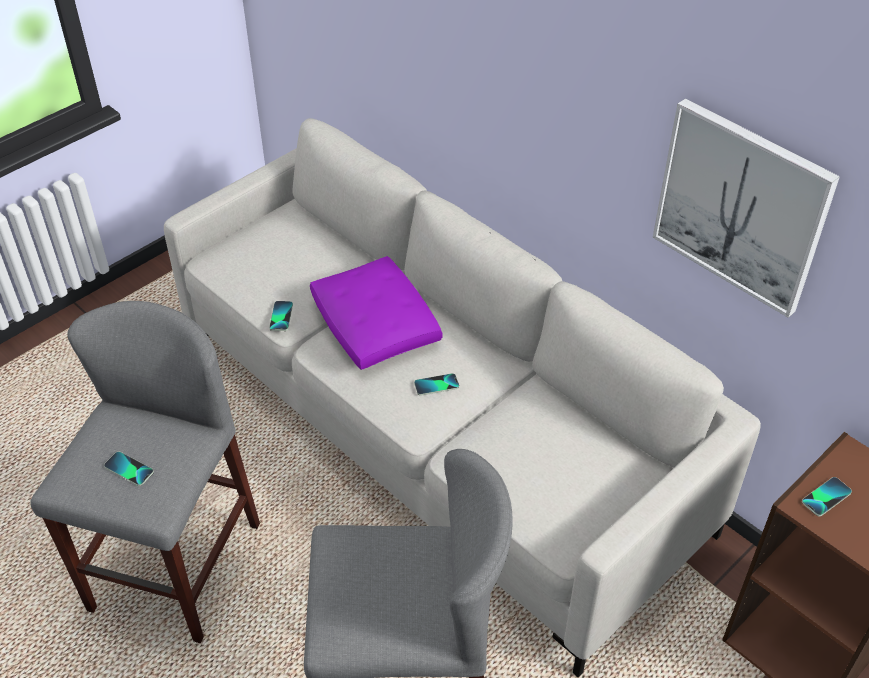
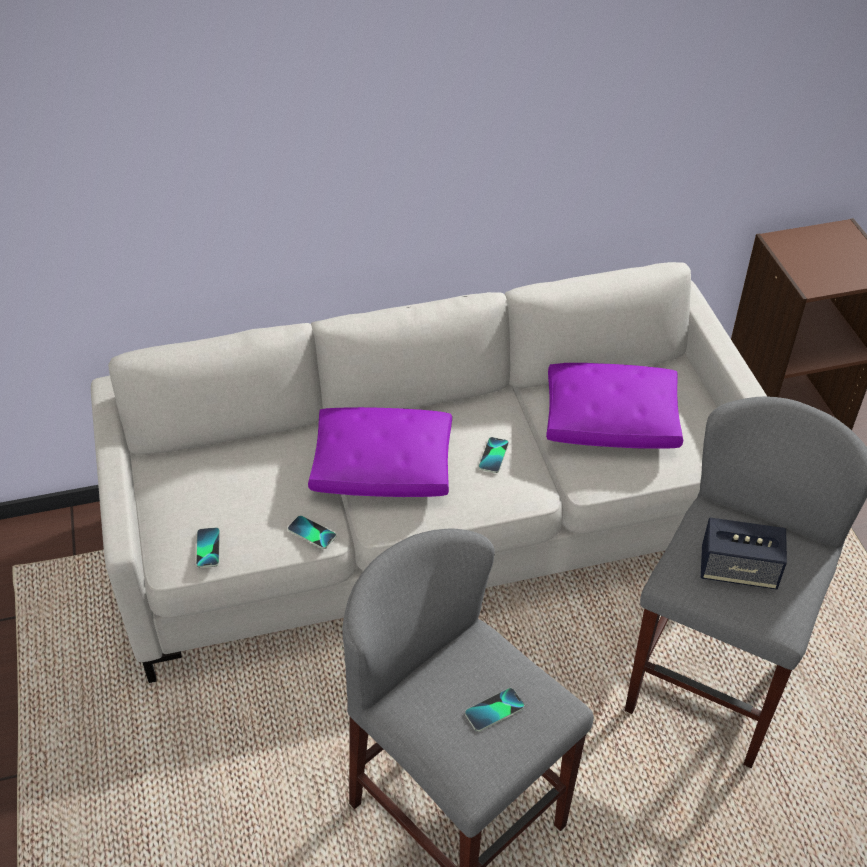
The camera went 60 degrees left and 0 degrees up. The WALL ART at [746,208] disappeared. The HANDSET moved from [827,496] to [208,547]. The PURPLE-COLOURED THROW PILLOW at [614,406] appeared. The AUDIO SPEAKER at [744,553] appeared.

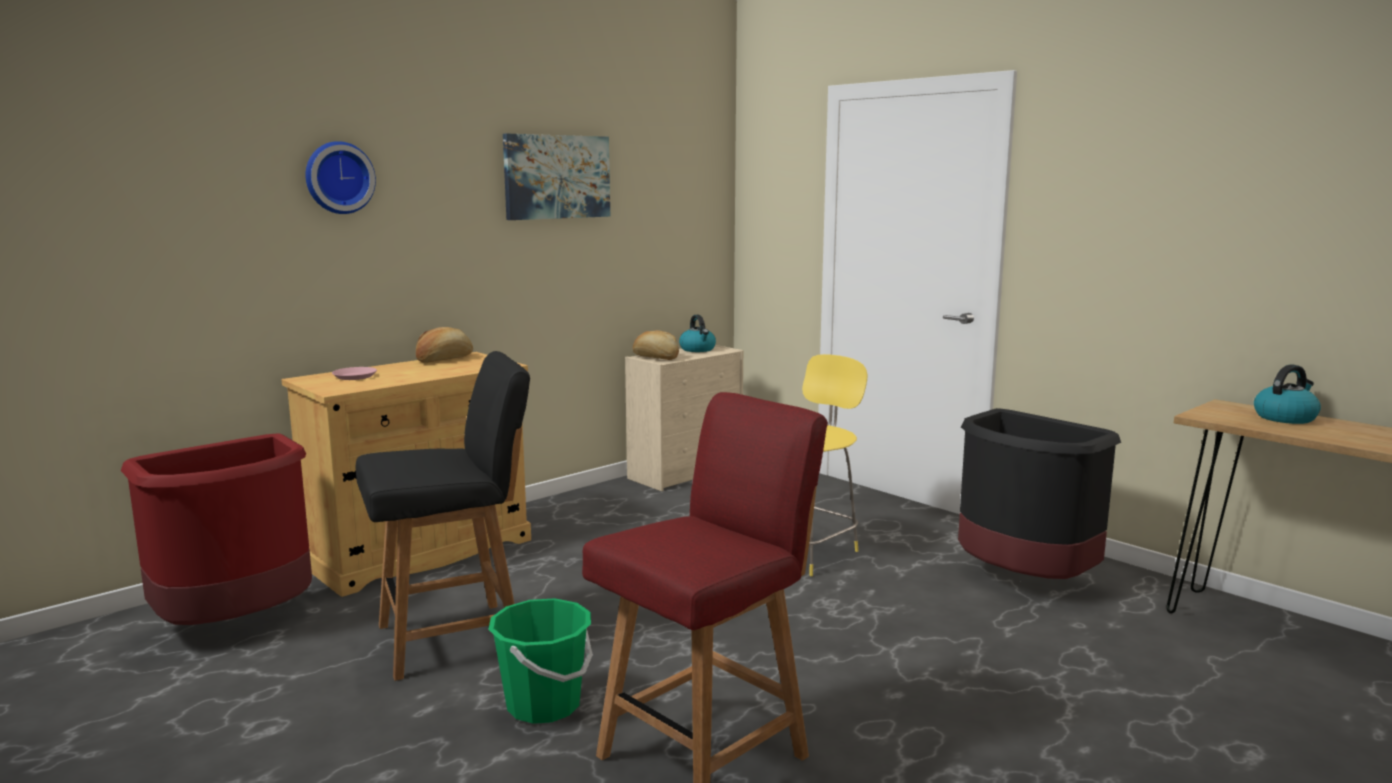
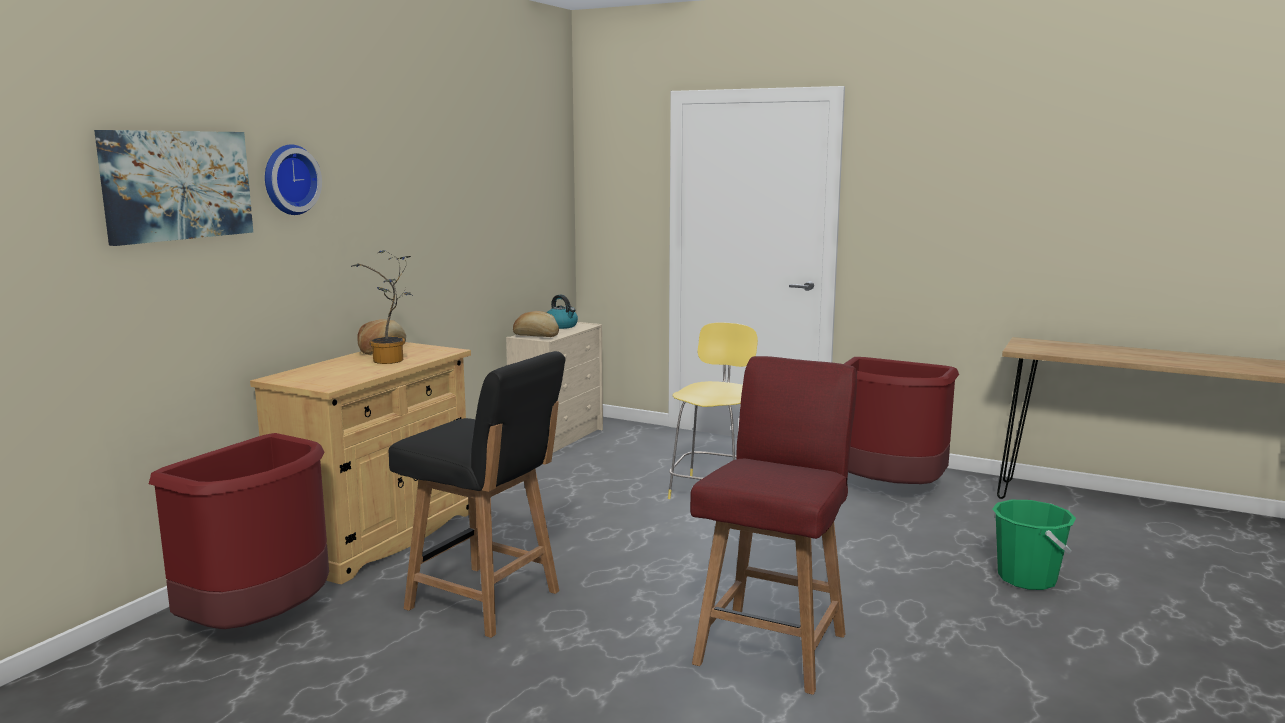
The camera went 20 degrees left and 0 degrees up. The PINK PLATE at [354,373] disappeared. The BLACKISH CHAIR at [443,516] turned 75 degrees clockwise. The GREENISH PAIL moved from [540,661] to [1034,545]. The WALL ART moved from [556,177] to [173,188]. The BLACKISH RUBBISH BIN at [1039,493] became the REDDISH RUBBISH BIN at [901,420]. The WATER KETTLE at [1287,394] disappeared. The HOUSEPLANT at [381,307] appeared.

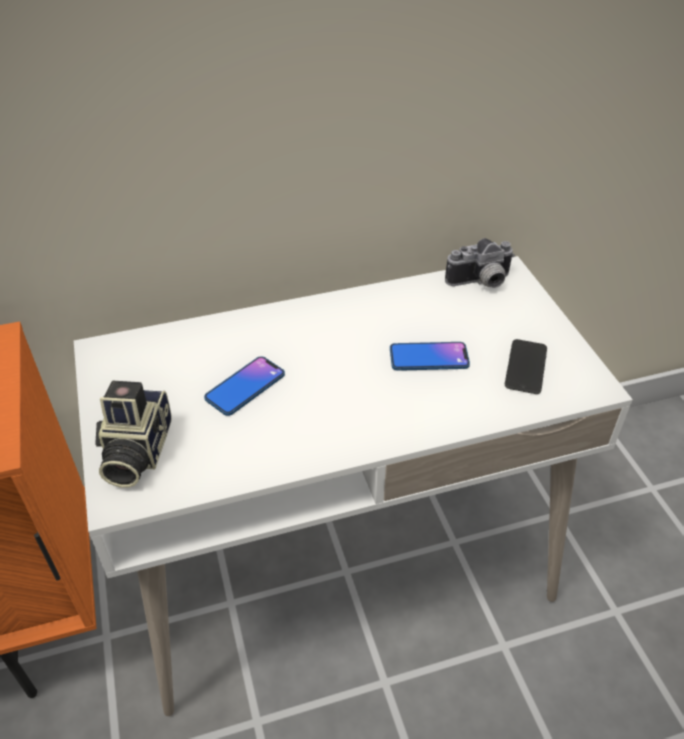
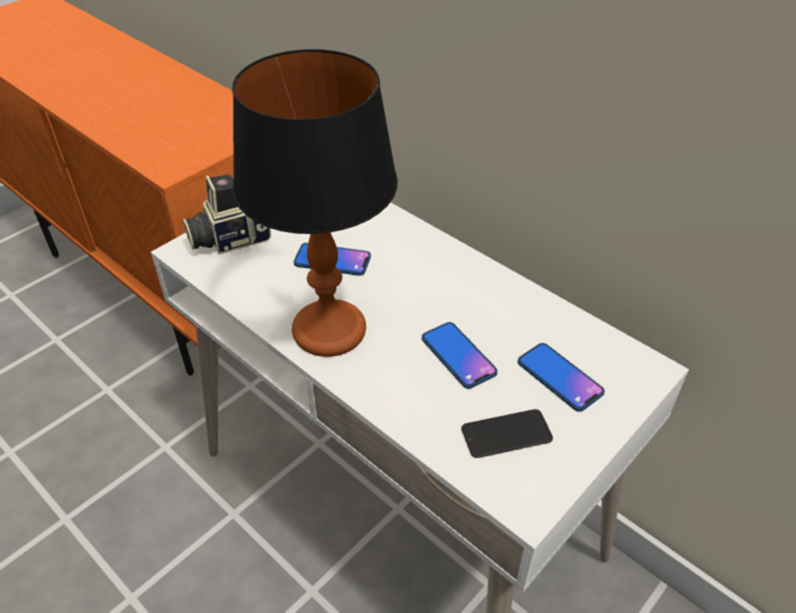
The camera went 60 degrees right and 0 degrees up. The PHOTO CAMERA at [480,263] disappeared. The TABLETOP LAMP at [315,203] appeared. The HANDSET at [561,377] appeared.

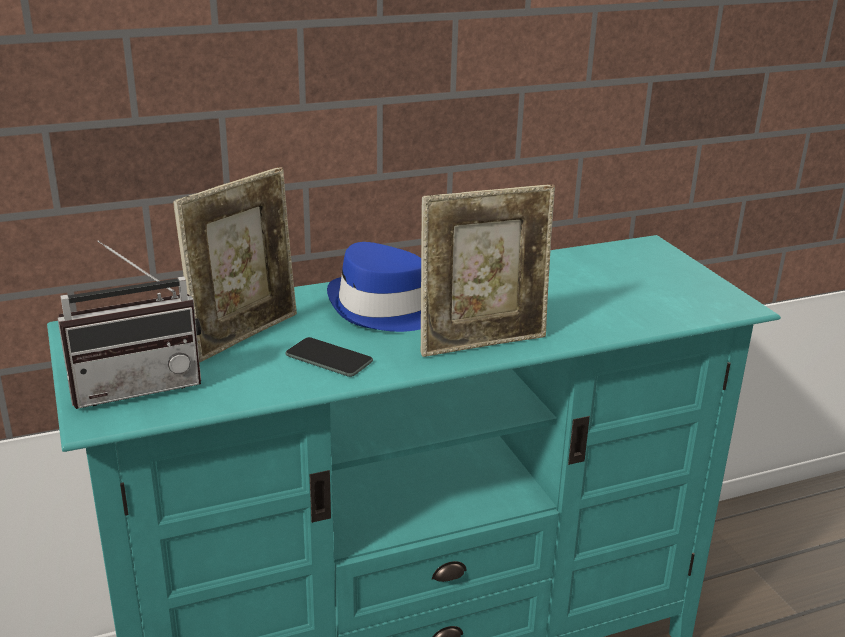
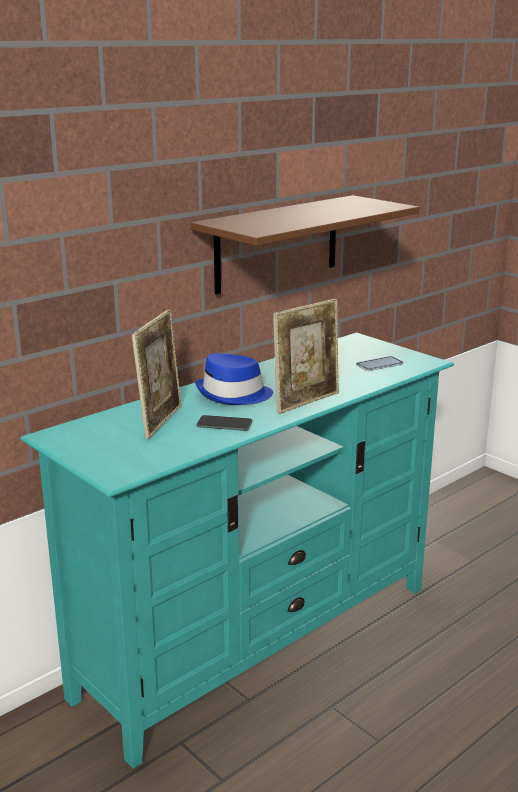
The camera went 20 degrees left and 5 degrees down. The RADIO at [129,324] disappeared. The BROWNISH WALL SHELF at [305,245] appeared. The HANDSET at [379,363] appeared.

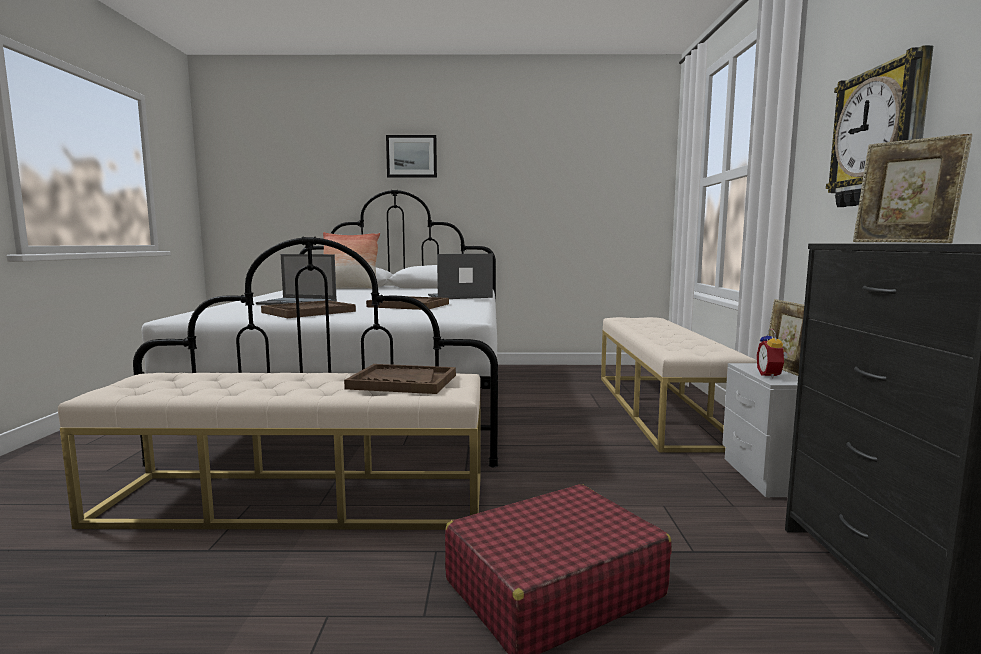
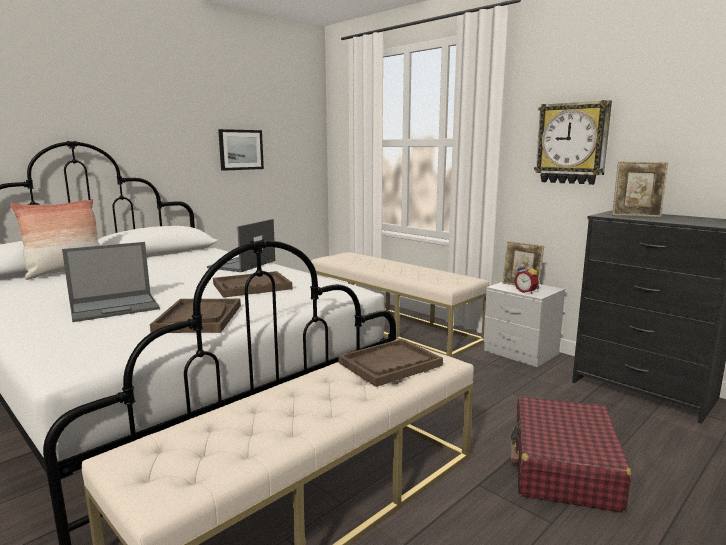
The camera went 45 degrees left and 5 degrees up. The WALL ART moved from [411,156] to [241,150].

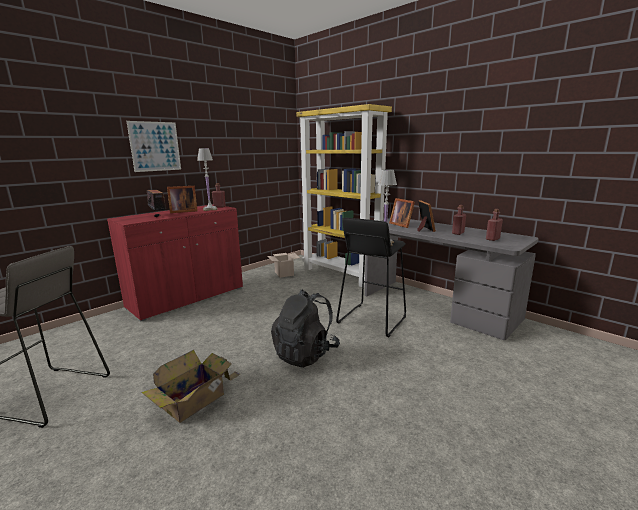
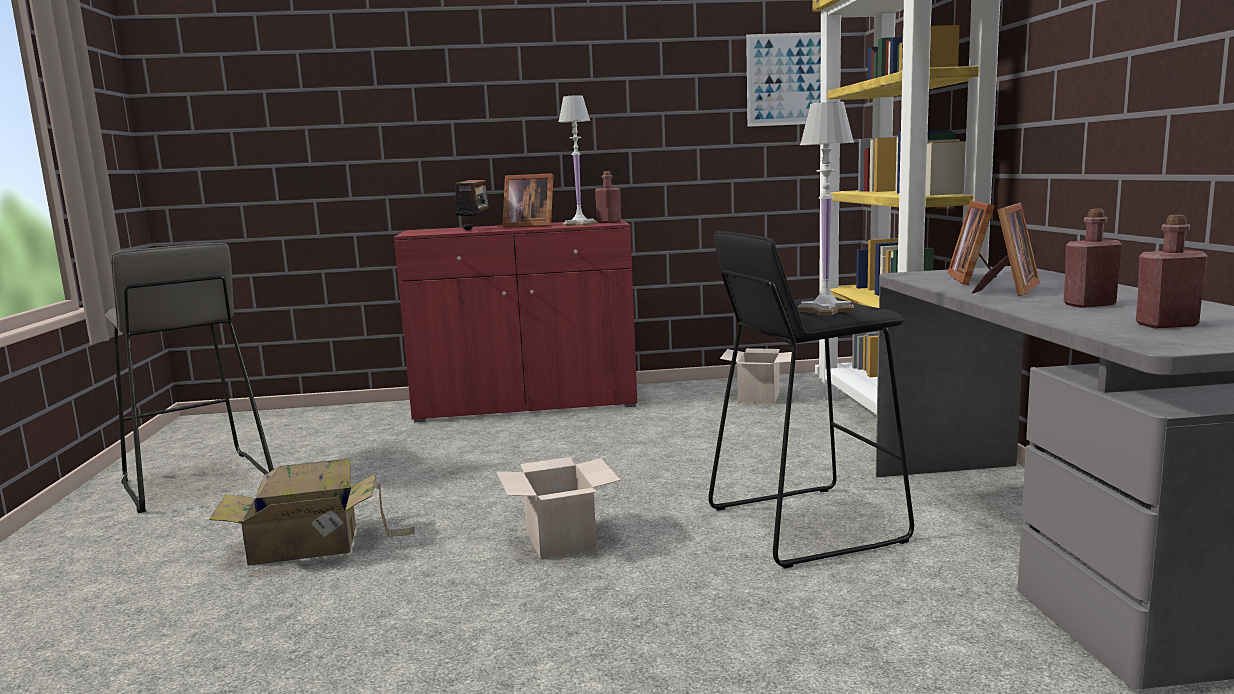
The camera went 40 degrees right and 5 degrees down. The WALL ART moved from [153,146] to [783,79]. The BLACKISH RUCKSACK at [305,328] was replaced by the CARDBOARD BOX at [558,508].

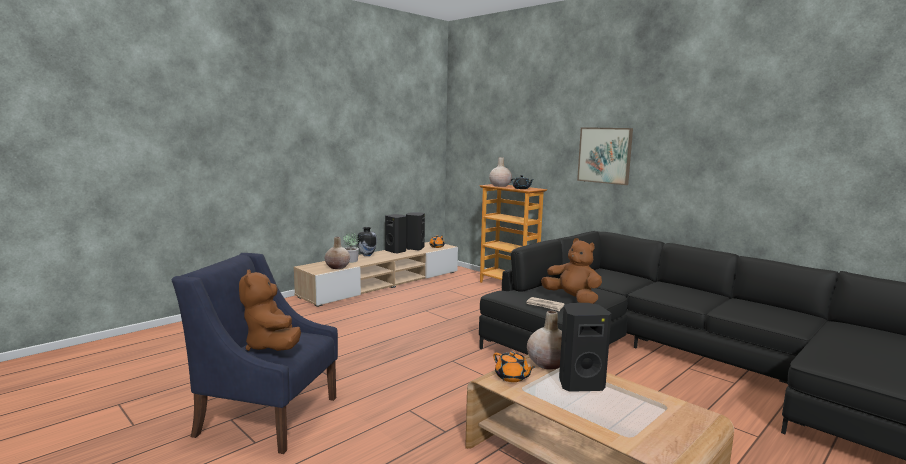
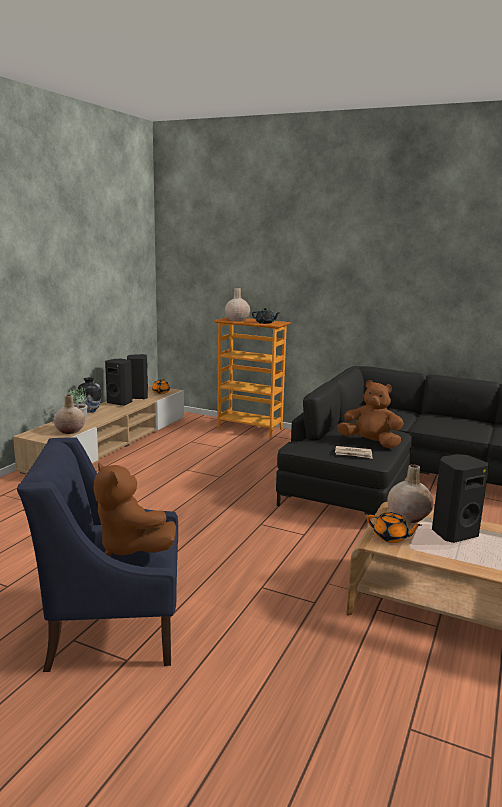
The camera went 20 degrees left and 5 degrees up. The WALL ART at [605,156] disappeared.

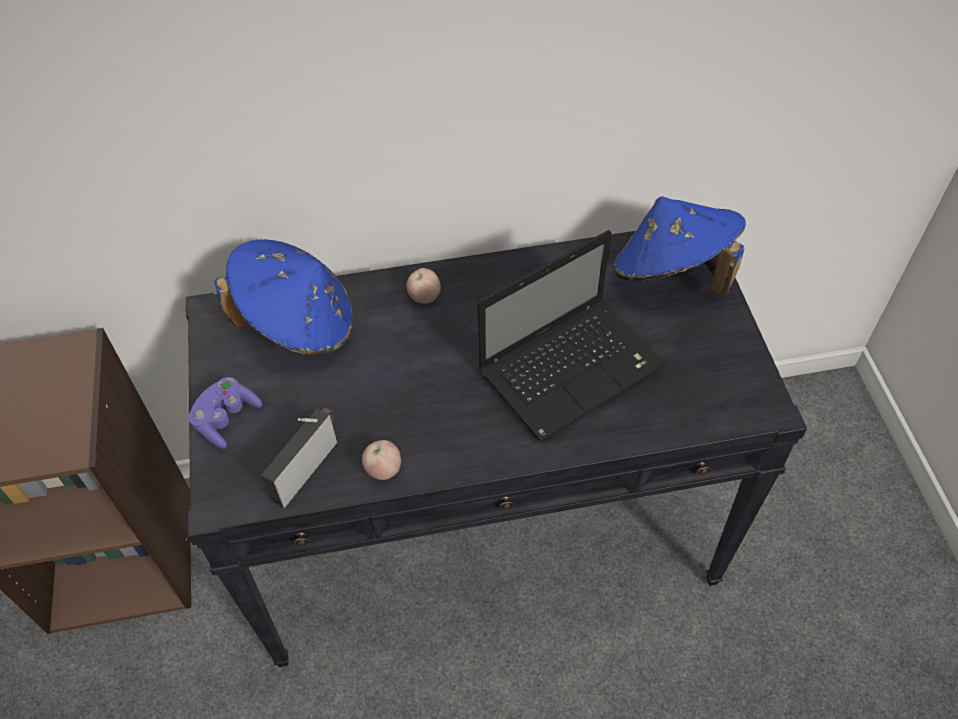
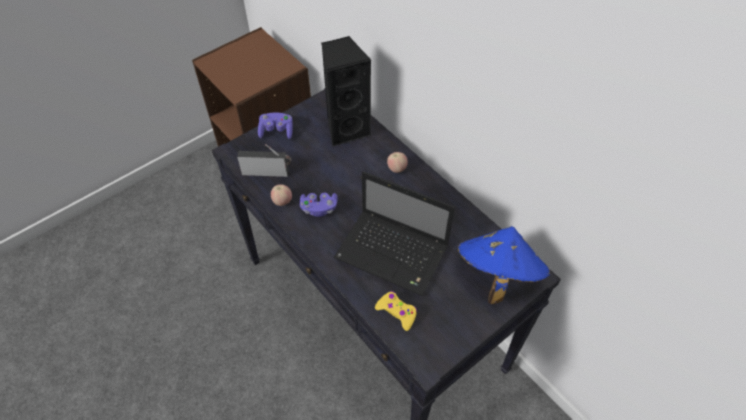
The camera went 60 degrees right and 0 degrees up. The BLUISH CLOTHING HAT at [284,297] was replaced by the BLACKISH AUDIO SPEAKER at [346,91]. The PURPLE-COLOURED JOYPAD at [319,205] appeared. The YELLOW-COLOURED JOYPAD at [396,311] appeared.

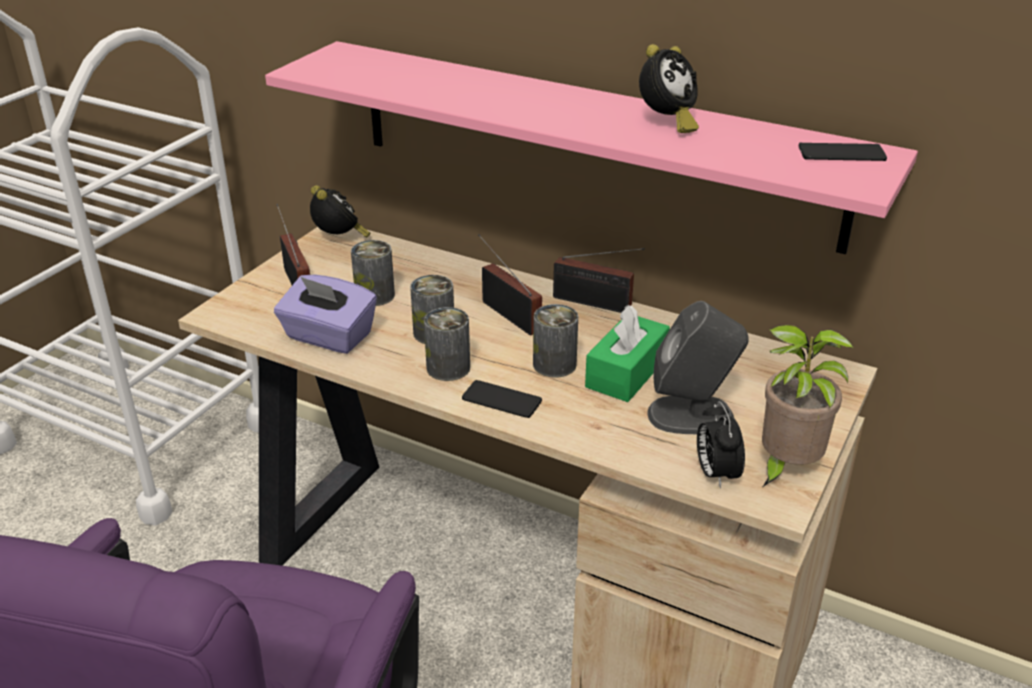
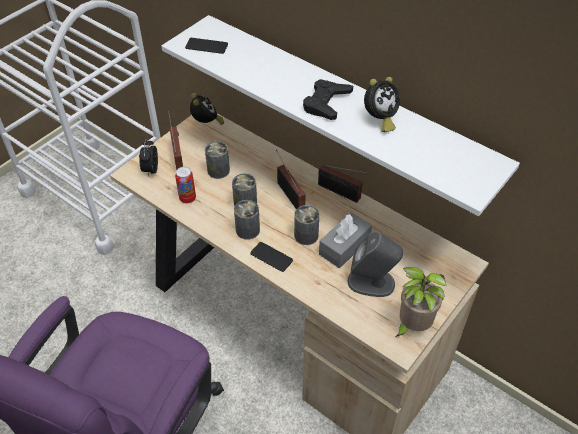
The camera went 10 degrees right and 15 degrees up. The PINK WALL SHELF at [591,147] became the WHITE WALL SHELF at [340,115]. The PURPLE-COLOURED BOX OF TISSUES at [325,314] was replaced by the CAN at [185,185]. The GREENISH BOX OF TISSUES at [627,353] became the GRAY BOX OF TISSUES at [345,240]. The ALARM CLOCK moved from [721,445] to [148,158]. The HANDSET moved from [843,152] to [206,46]. The BLACKISH JOYPAD at [328,99] appeared.

